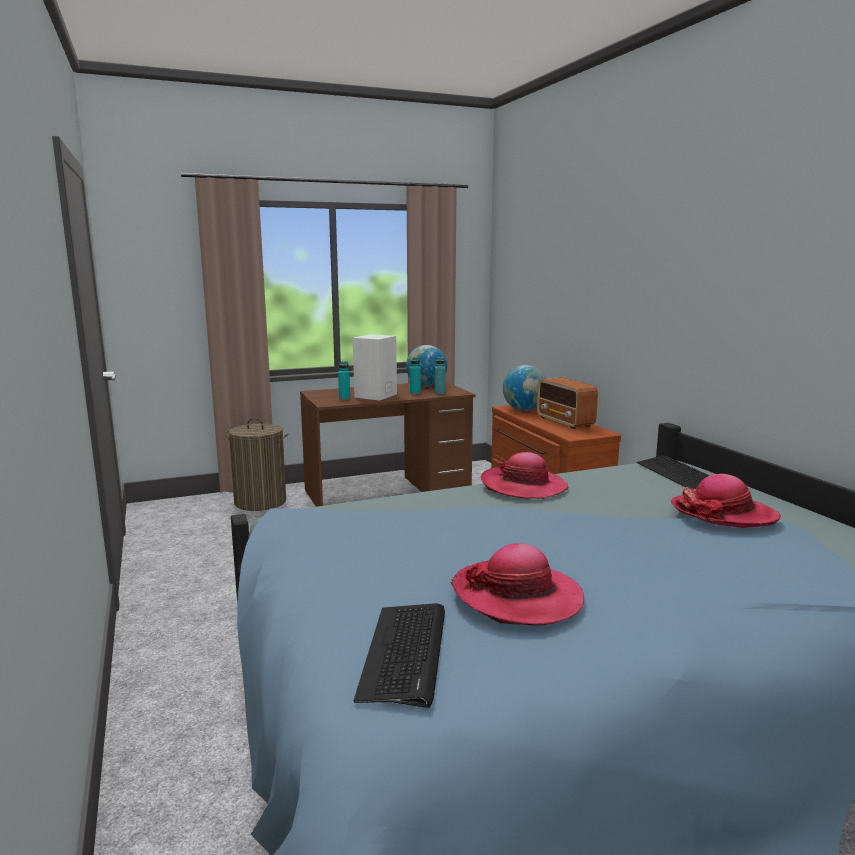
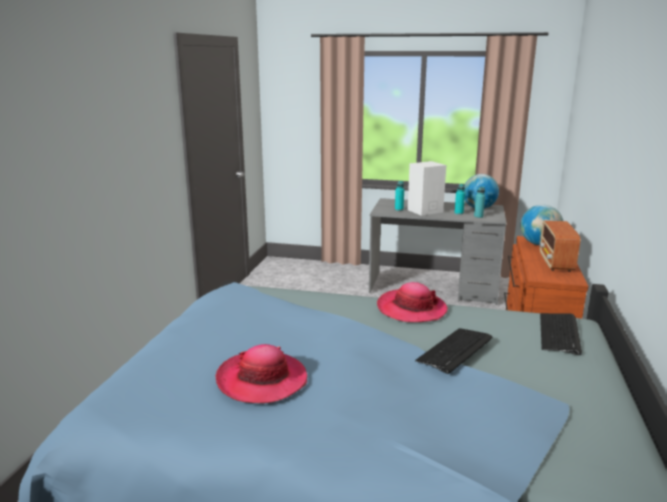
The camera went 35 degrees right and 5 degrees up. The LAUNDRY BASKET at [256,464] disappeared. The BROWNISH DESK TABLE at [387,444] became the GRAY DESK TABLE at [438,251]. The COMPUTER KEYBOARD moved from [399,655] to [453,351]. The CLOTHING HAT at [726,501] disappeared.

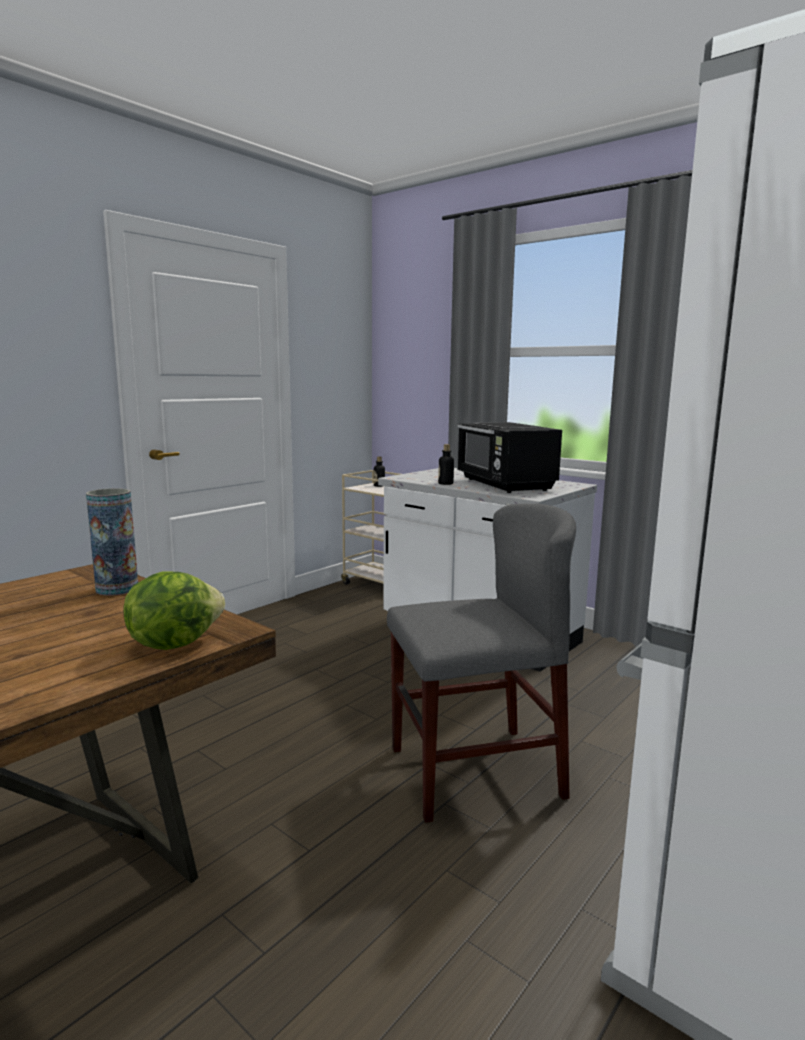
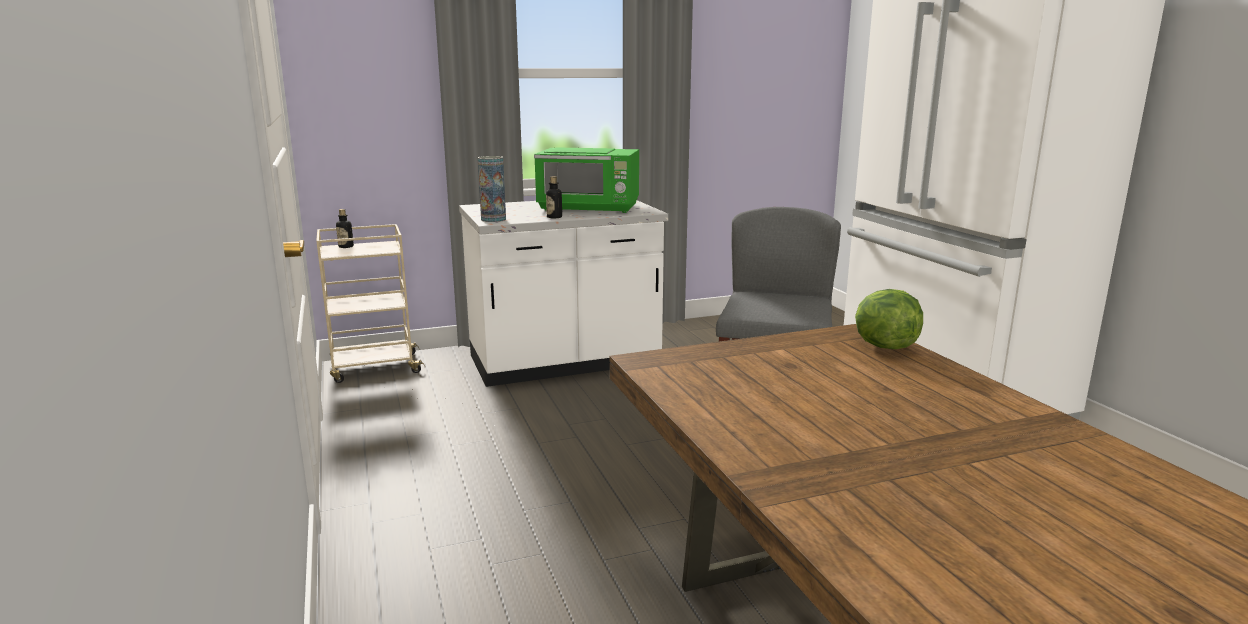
The camera went 60 degrees left and 5 degrees up. The VASE moved from [112,542] to [492,189]. The BLACKISH KITCHEN MICROWAVE at [509,457] became the GREENISH KITCHEN MICROWAVE at [586,180].

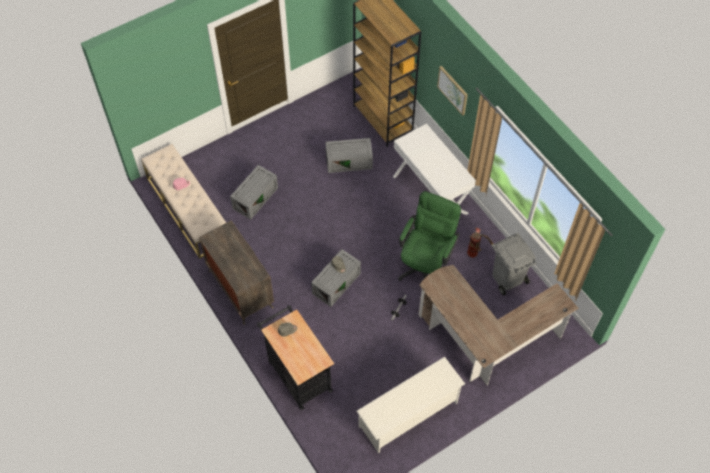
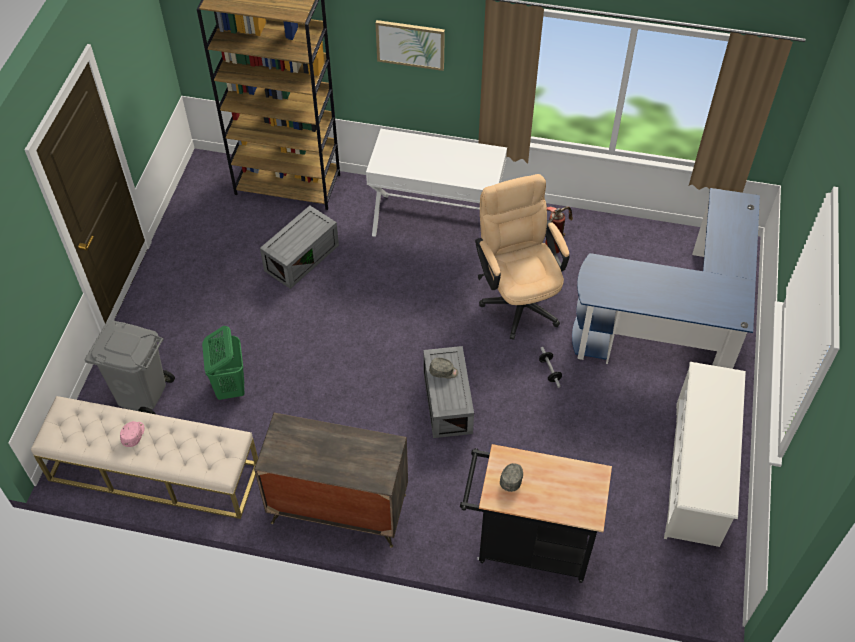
The camera went 45 degrees left and 5 degrees down. The GRAY STORAGE CONTAINER at [254,192] was replaced by the GREENISH LAUNDRY BASKET at [223,363]. The GREENISH COMPUTER CHAIR at [429,236] became the BEIGE-COLOURED COMPUTER CHAIR at [522,257]. The BROWNISH DESK TABLE at [498,325] became the BLUISH DESK TABLE at [666,278]. The GRAY RUBBISH BIN moved from [513,264] to [129,366].

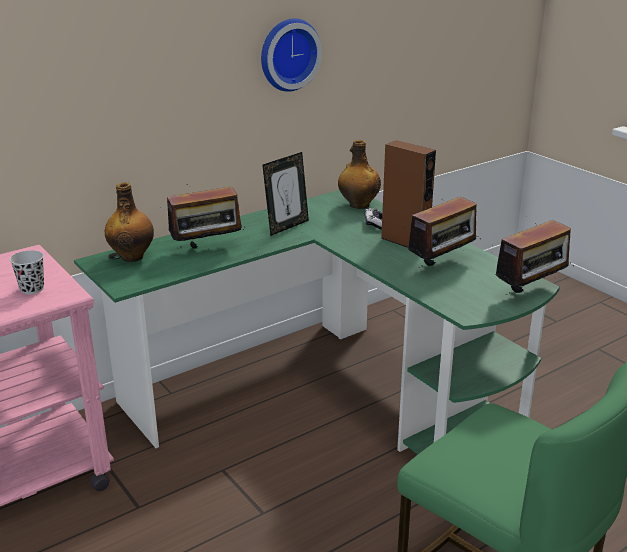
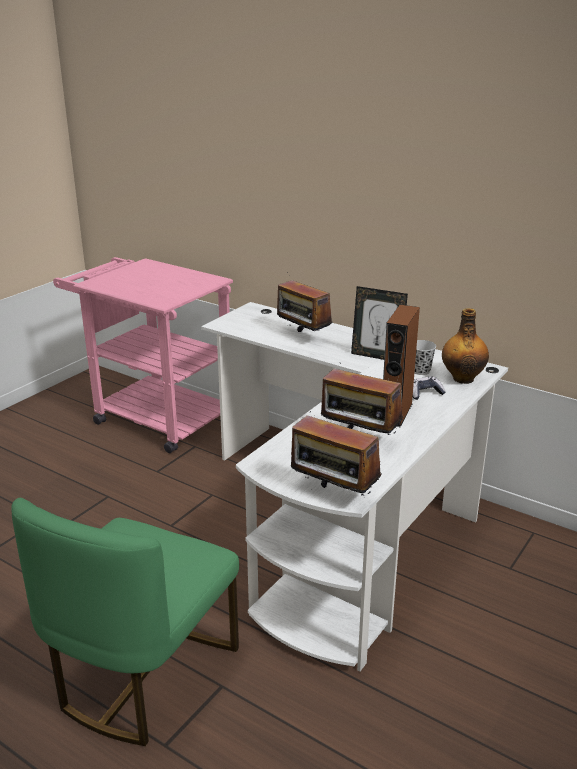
The camera went 70 degrees right and 0 degrees up. The BLACKISH DRINKING CUP moved from [27,272] to [425,357]. The GREENISH DESK TABLE at [317,322] became the WHITE DESK TABLE at [354,486]. The BEVERAGE BOTTLE at [129,222] disappeared. The WALL CLOCK at [291,55] disappeared.

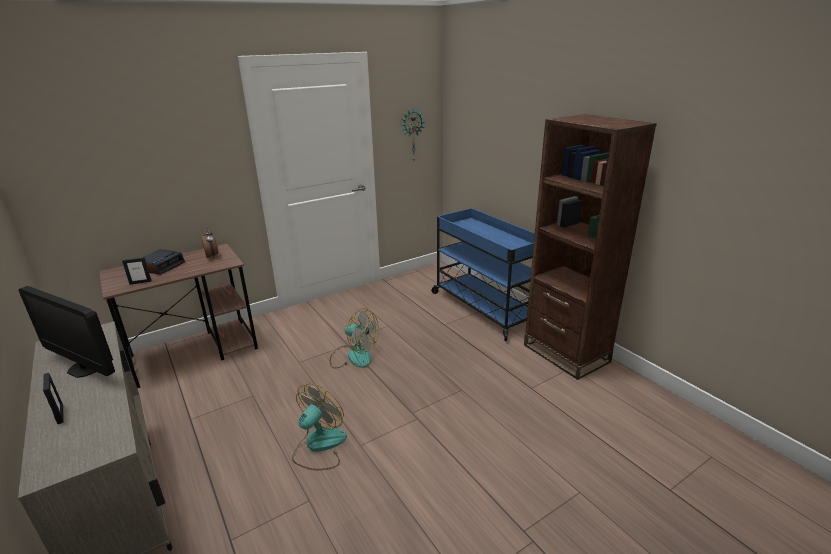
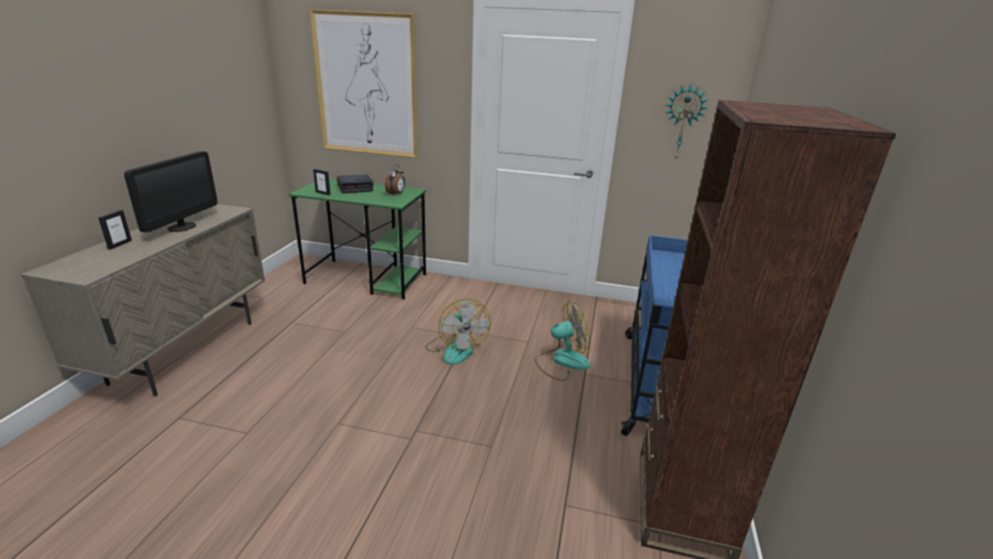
The camera went 45 degrees right and 0 degrees up. The MONITOR at [66,332] turned 150 degrees counterclockwise. The BROWNISH DESK TABLE at [178,316] became the GREENISH DESK TABLE at [358,239]. The ELECTRIC FAN moved from [319,426] to [562,341]. The WALL ART at [363,83] appeared.

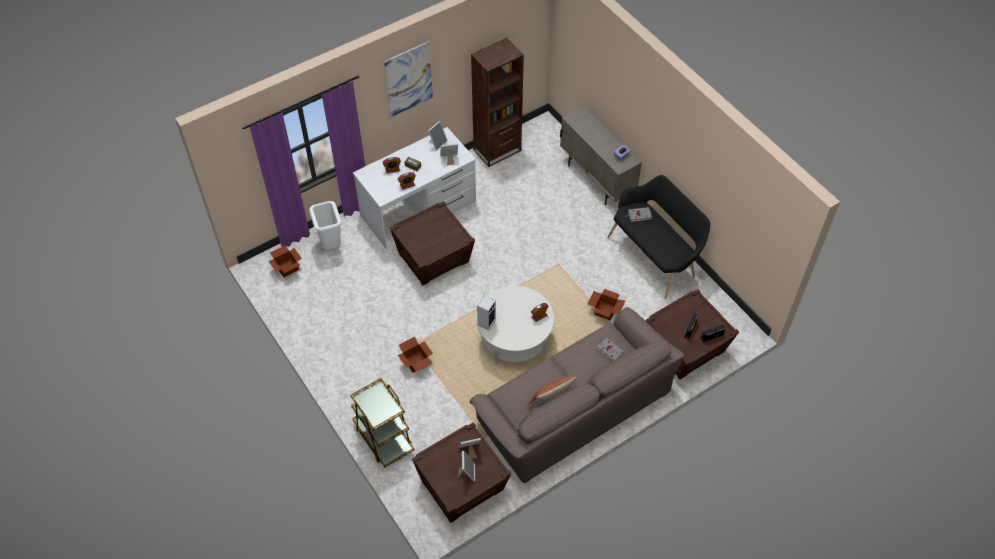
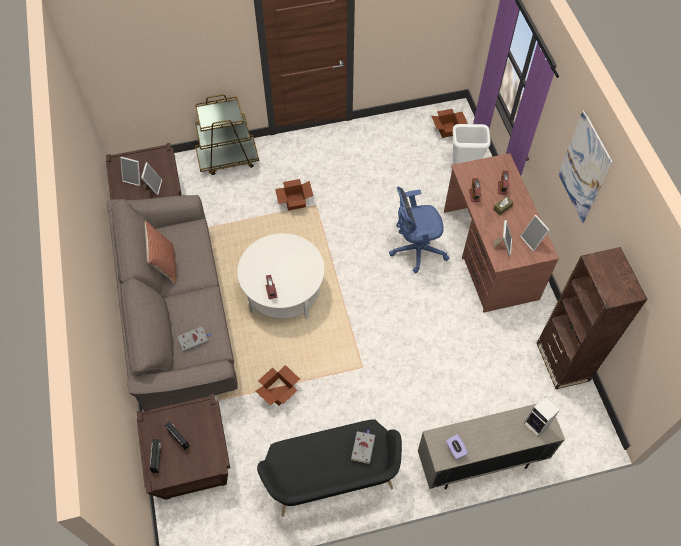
The camera went 110 degrees right and 5 degrees up. The WHITE DESK TABLE at [414,188] became the BROWNISH DESK TABLE at [501,233]. The BROWNISH ACCENT TABLE at [432,243] was replaced by the BLUISH COMPUTER CHAIR at [419,230]. The AUDIO SPEAKER moved from [486,313] to [542,416].

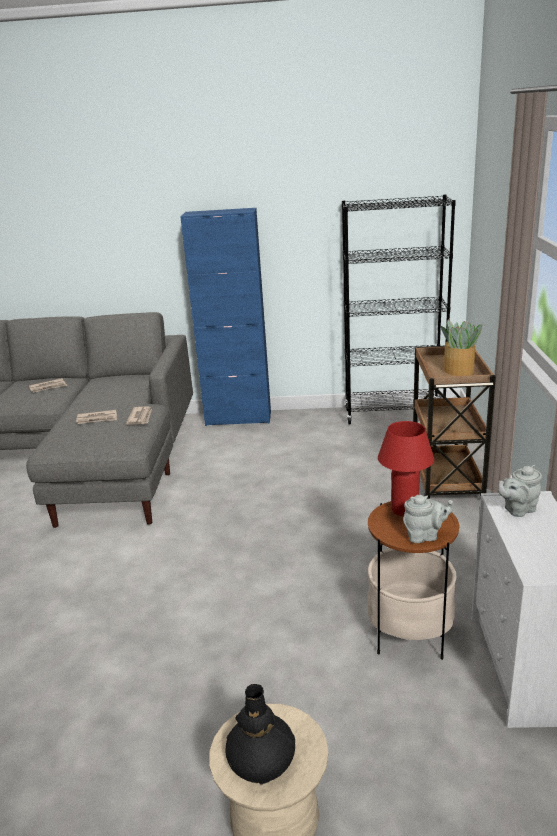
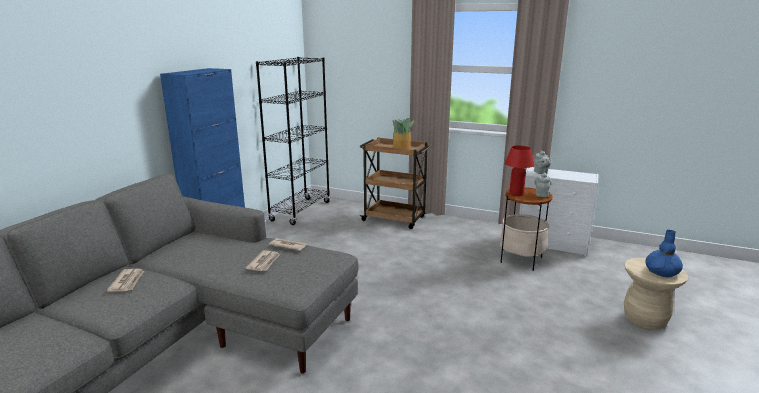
The camera went 70 degrees left and 5 degrees down. The BLACKISH VASE at [260,734] became the BLUISH VASE at [664,253].

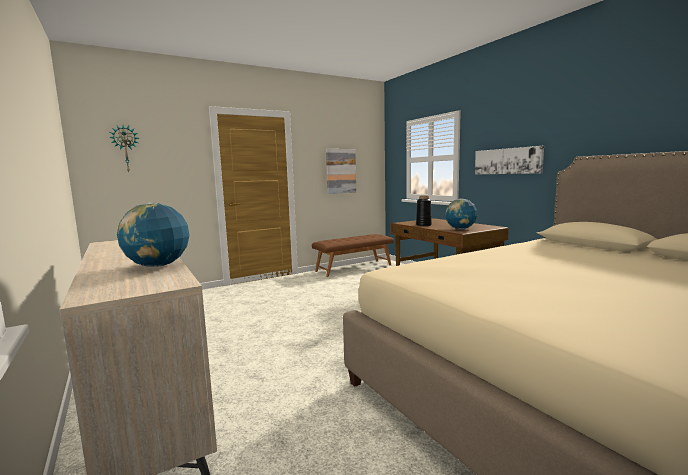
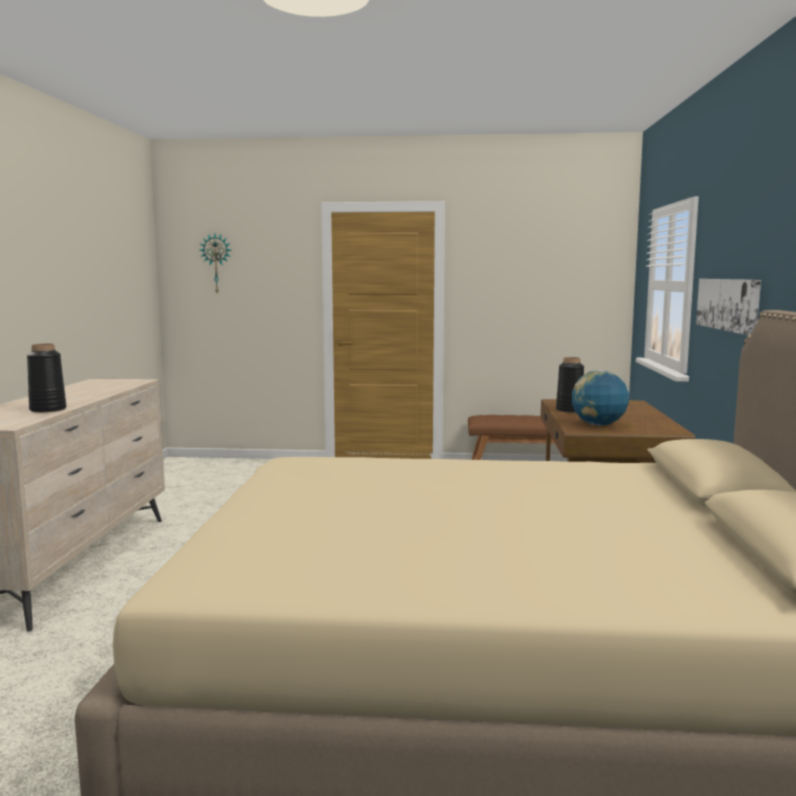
The camera went 35 degrees right and 0 degrees up. The WORLD GLOBE at [153,235] was replaced by the BLACKISH VASE at [47,378]. The WALL ART at [341,171] disappeared.

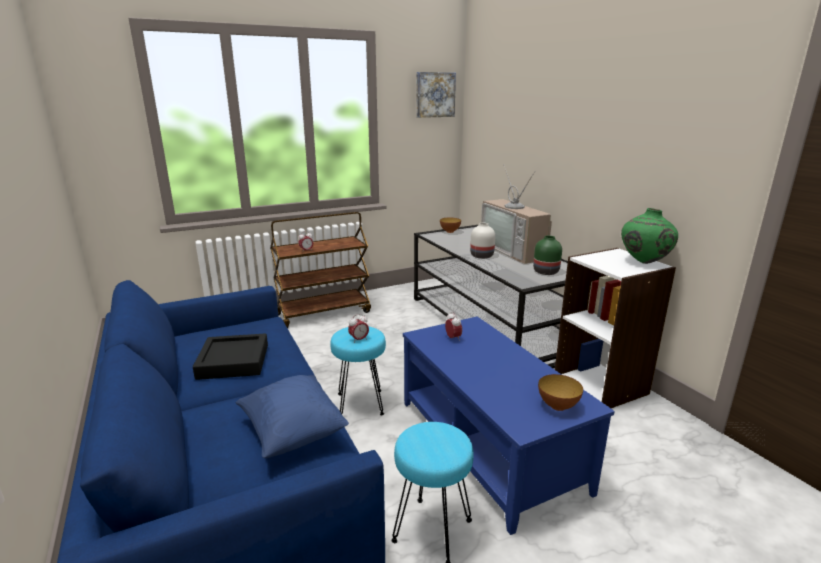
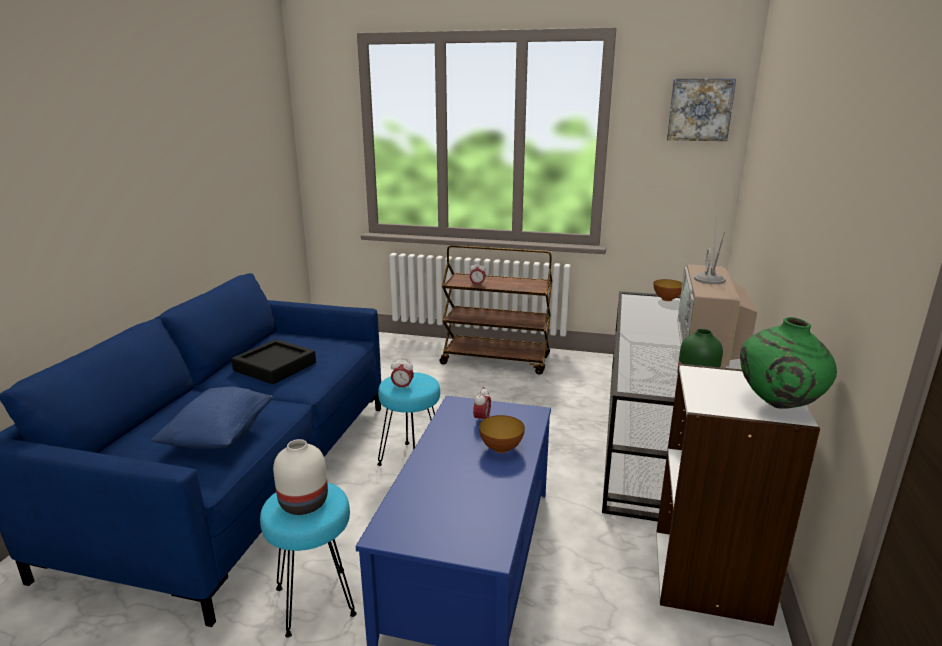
The camera went 40 degrees right and 0 degrees up. The WHITE VASE moved from [482,241] to [300,477]. The DEEP DISH moved from [560,392] to [502,434].

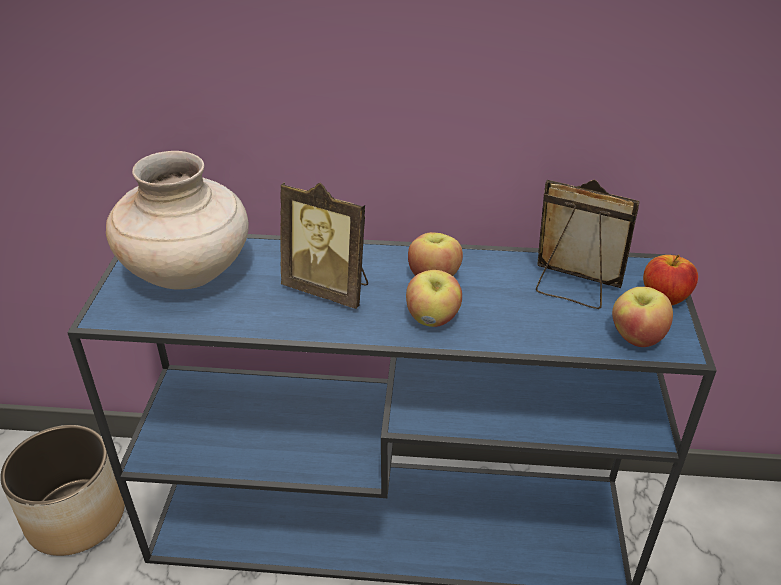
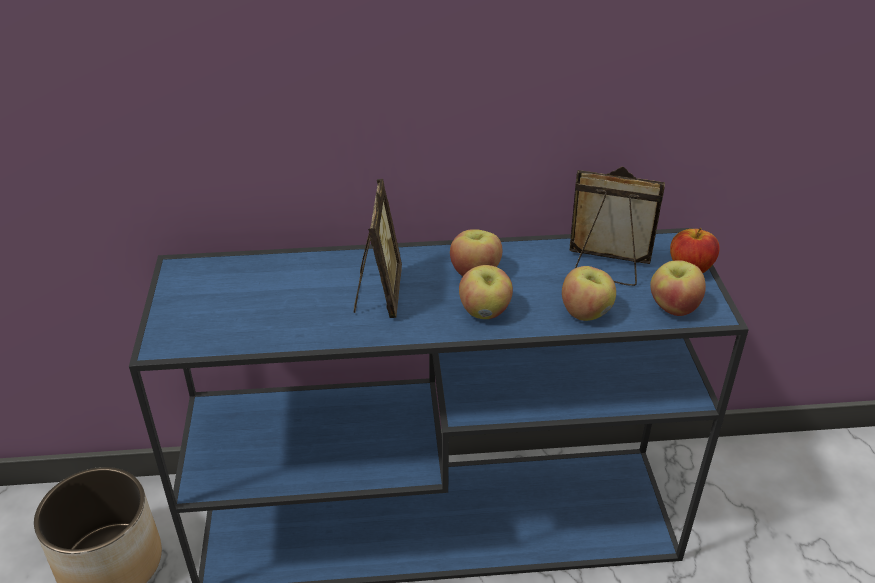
The camera went 10 degrees left and 0 degrees up. The BEIGE-COLOURED VASE at [177,220] disappeared. The STANDING FRAME at [324,246] turned 105 degrees counterclockwise. The APPLE FRUIT at [589,293] appeared.

